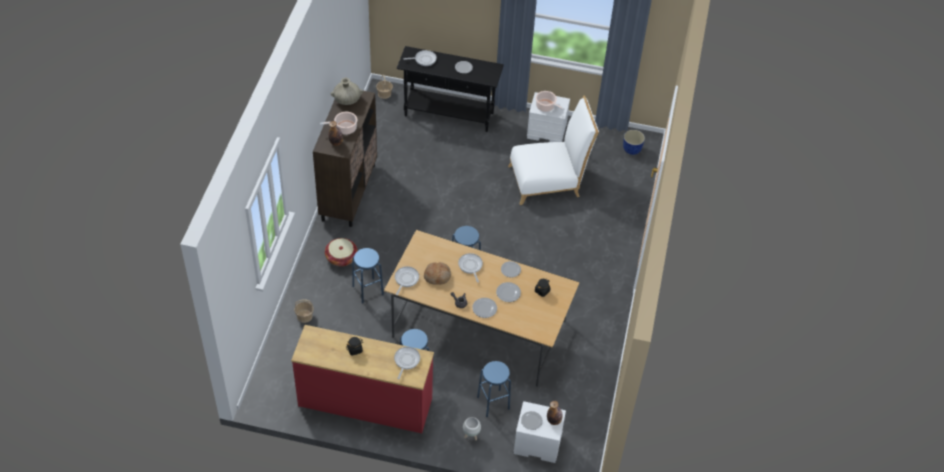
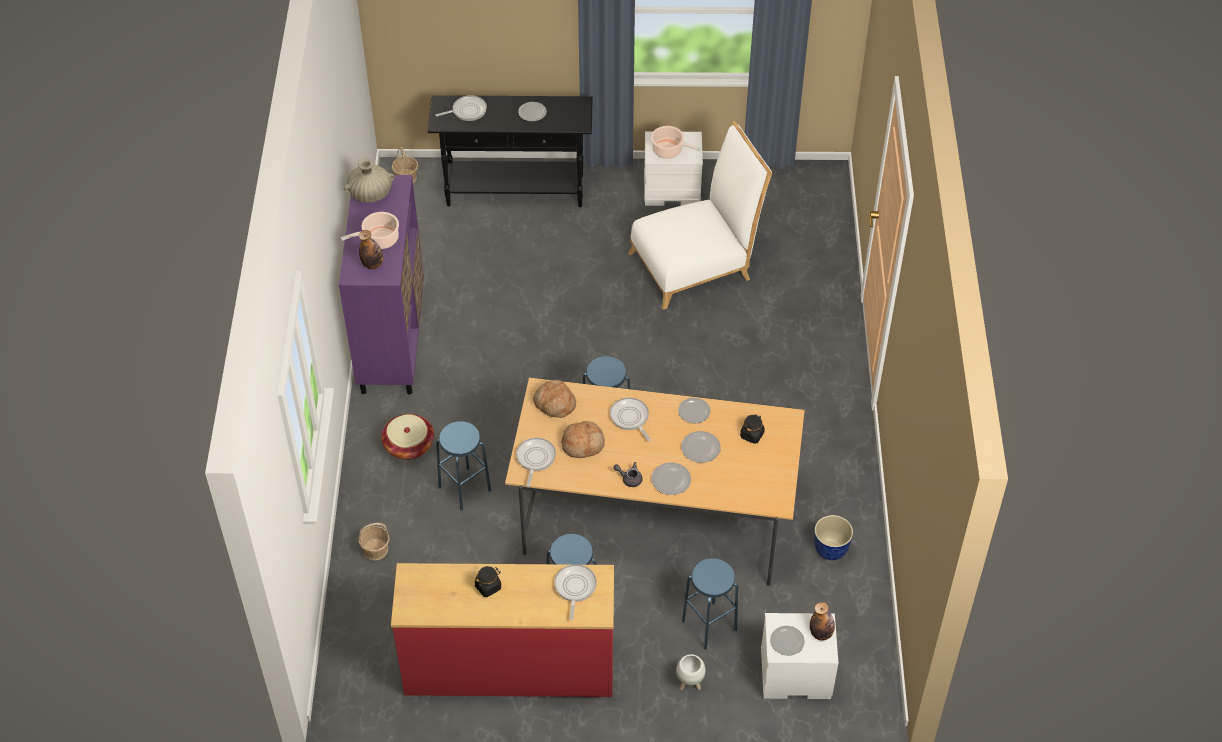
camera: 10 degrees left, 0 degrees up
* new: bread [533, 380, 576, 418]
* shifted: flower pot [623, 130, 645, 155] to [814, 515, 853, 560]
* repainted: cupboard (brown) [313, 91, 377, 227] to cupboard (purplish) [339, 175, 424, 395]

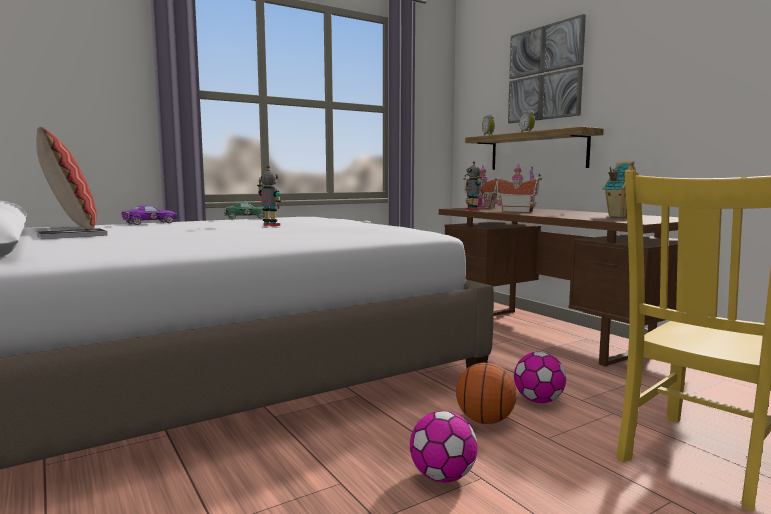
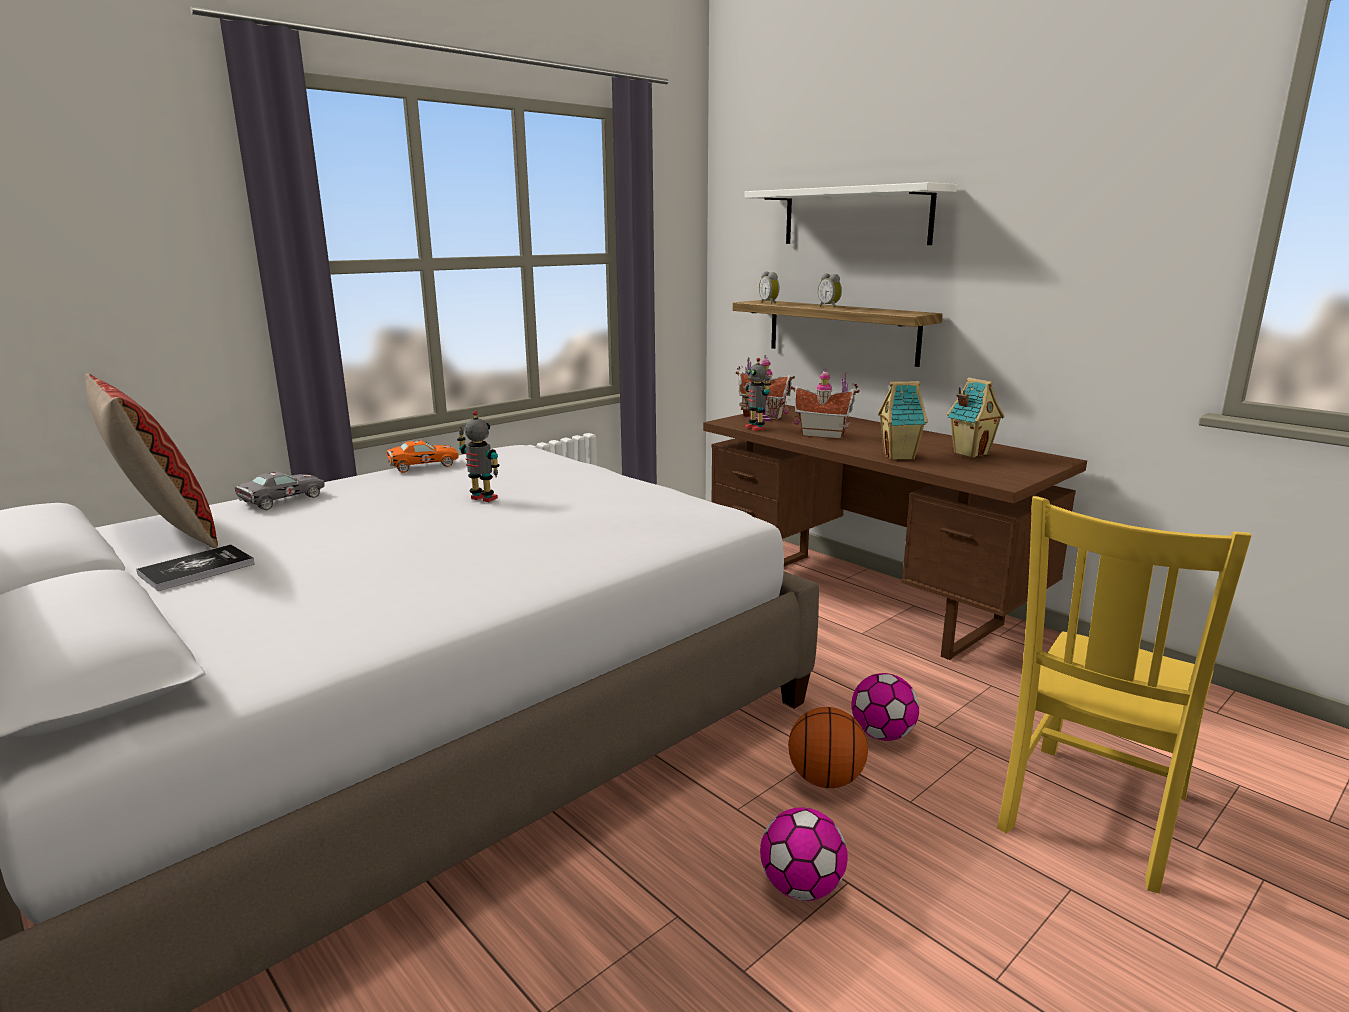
camera: 10 degrees left, 10 degrees up
* new: miniature house [878, 381, 928, 460]
* swapped: picture [508, 14, 586, 123] to bracket shelf (white-coloured) [744, 182, 957, 245]
* repainted: miniature car (purplish) [122, 205, 177, 225] to miniature car (greyish) [235, 472, 325, 510]
* repainted: miniature car (greenish) [225, 202, 264, 219] to miniature car (orange-coloured) [386, 440, 459, 473]

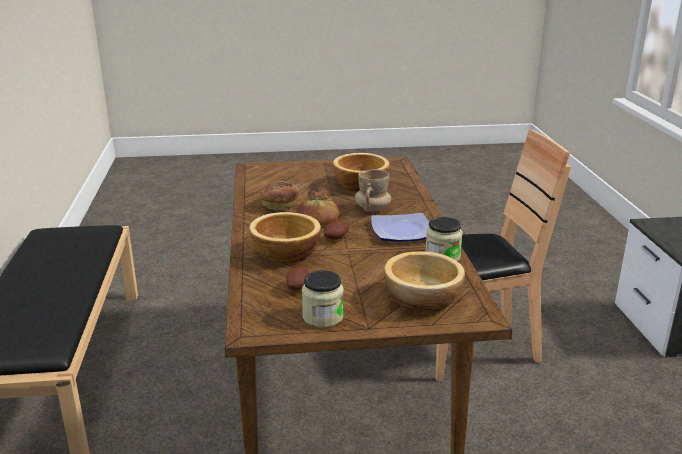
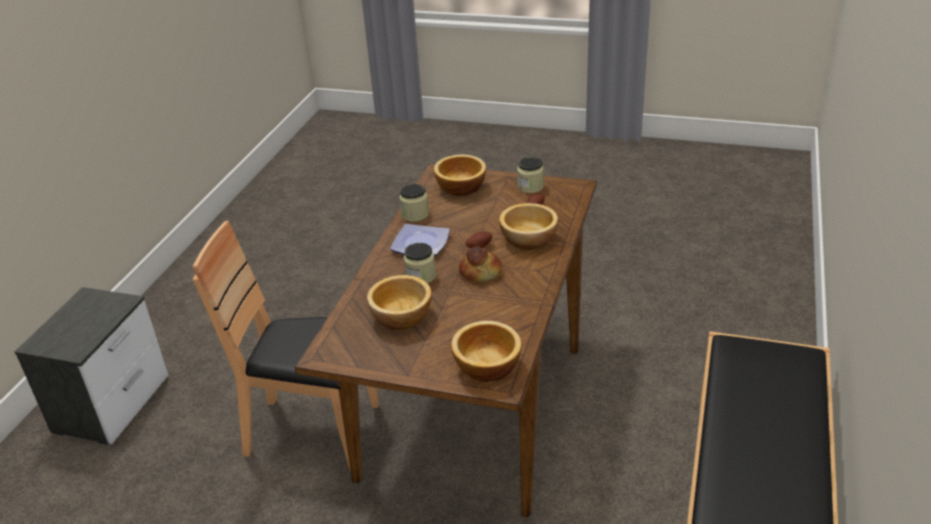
camera: 155 degrees left, 10 degrees up
* gone: bread [260, 181, 298, 211]
* new: bowl [451, 321, 521, 382]
* swapped: mug (beige) [355, 169, 391, 213] to jar [404, 243, 436, 283]

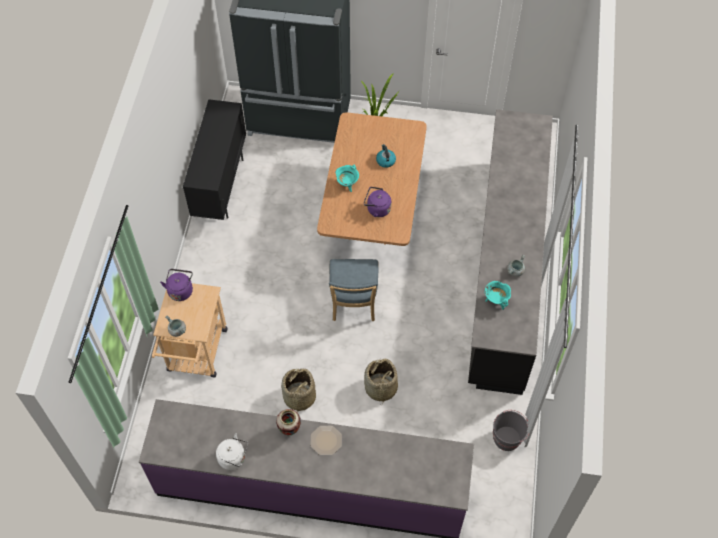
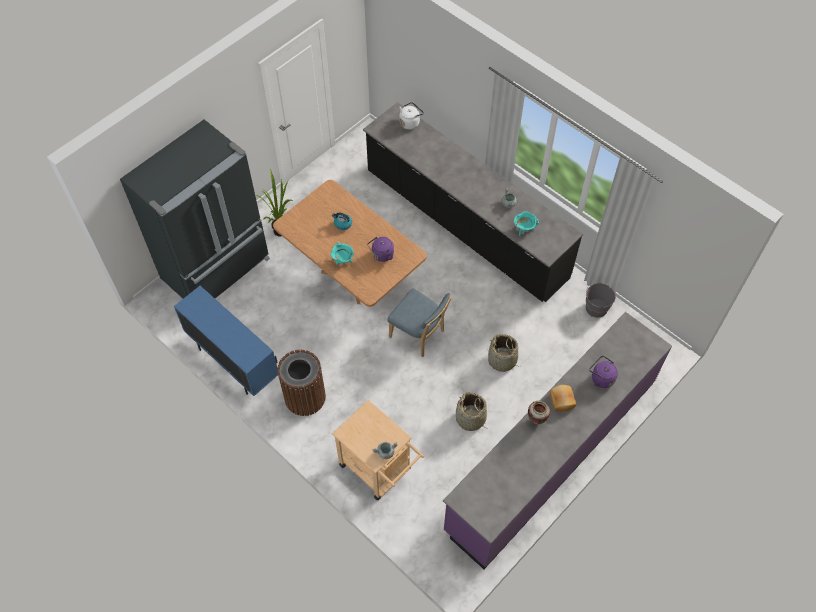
camera: 55 degrees left, 0 degrees up
* new: rubbish bin (brown) [277, 350, 326, 416]
* shifted: tea kettle (purplish) [160, 269, 193, 301] to [589, 356, 618, 388]
* shifted: tea kettle (white-coloured) [216, 433, 248, 470] to [399, 102, 424, 130]
* swapped: dinner plate [311, 426, 342, 455] to bread [550, 385, 576, 412]
* repainted: cupboard (black) [183, 99, 246, 220] to cupboard (bluish) [174, 286, 278, 396]

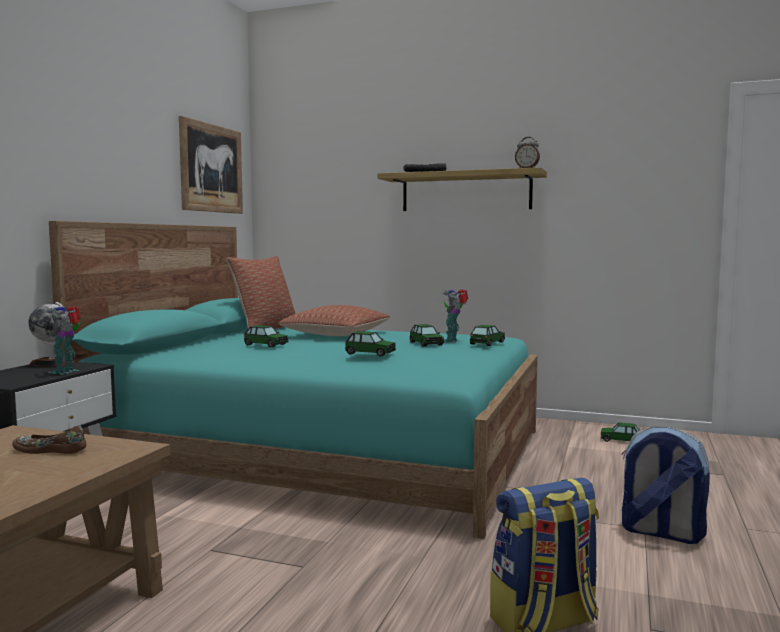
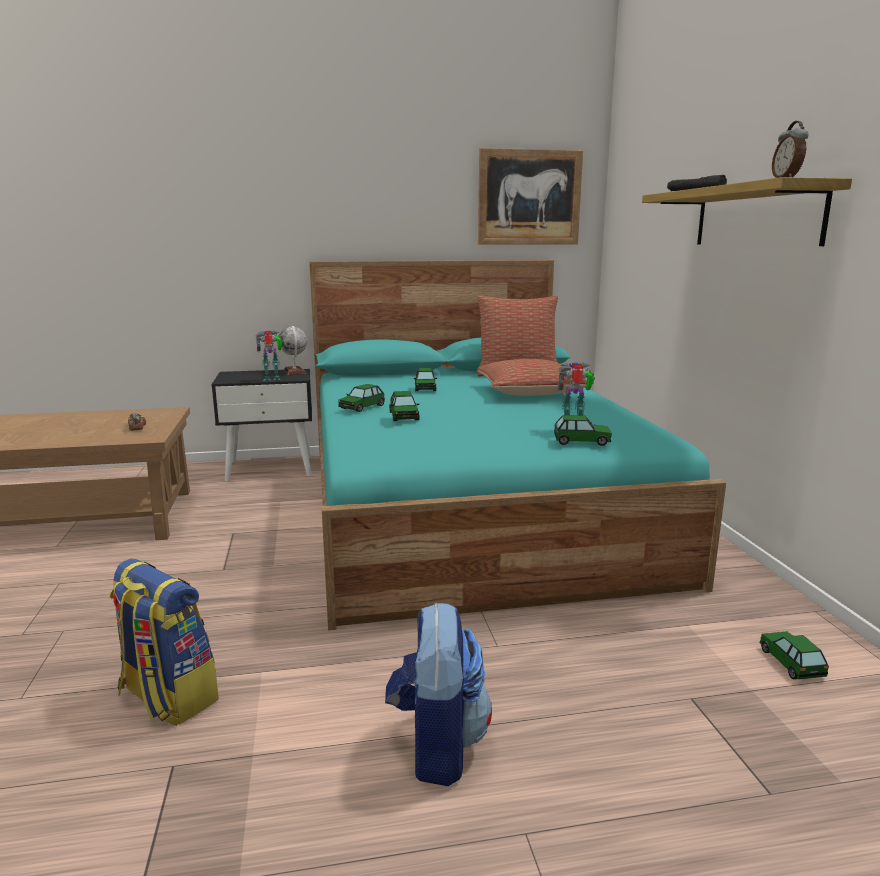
camera: 60 degrees right, 10 degrees up
* shifted: miniature car [410, 324, 444, 346] to [338, 384, 385, 412]

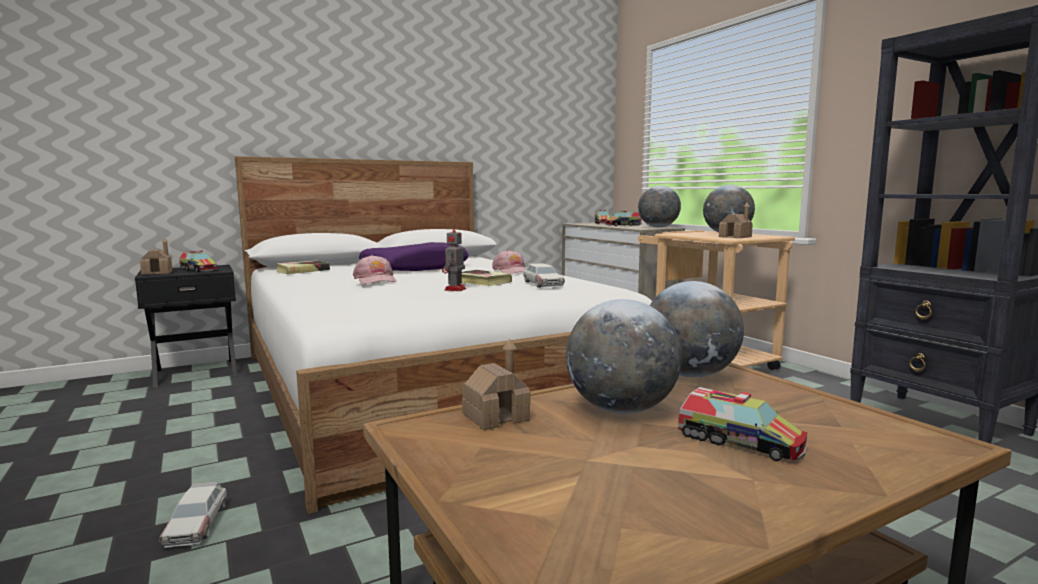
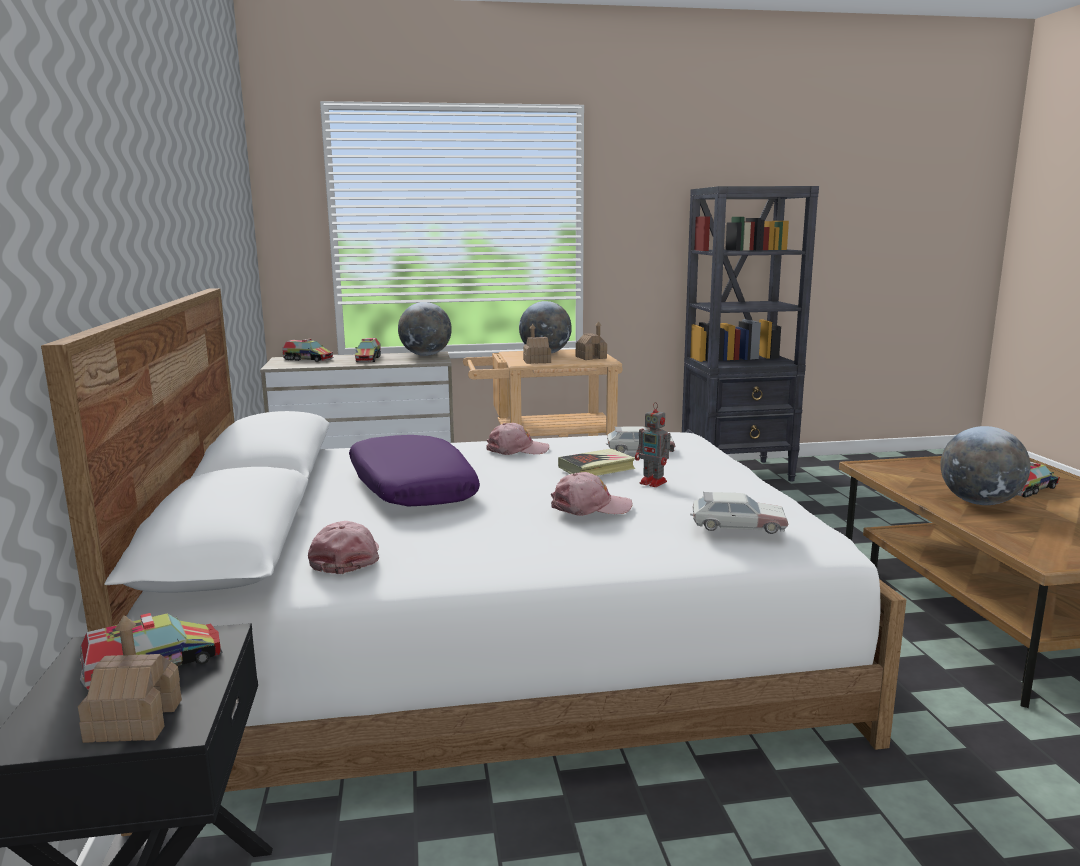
camera: 70 degrees left, 5 degrees up
* gone: globe [650, 281, 744, 377]
* shifted: miniature car [159, 482, 227, 548] to [690, 491, 788, 534]
* shifted: miniature house [462, 339, 531, 430] to [523, 324, 551, 364]
* swapped: volume [276, 261, 330, 274] to cap (pink) [308, 521, 379, 574]

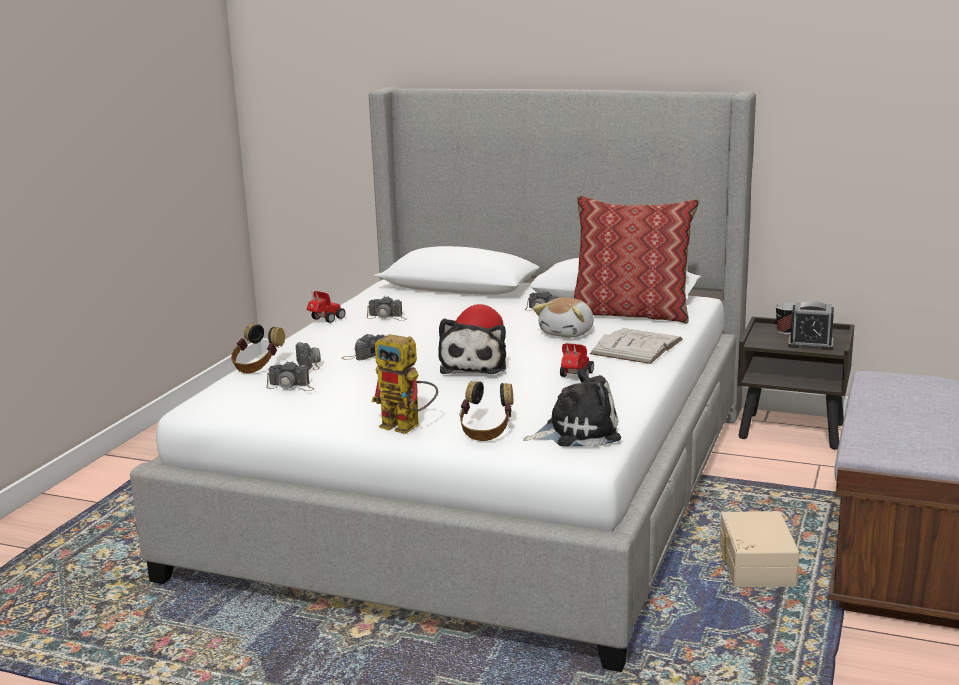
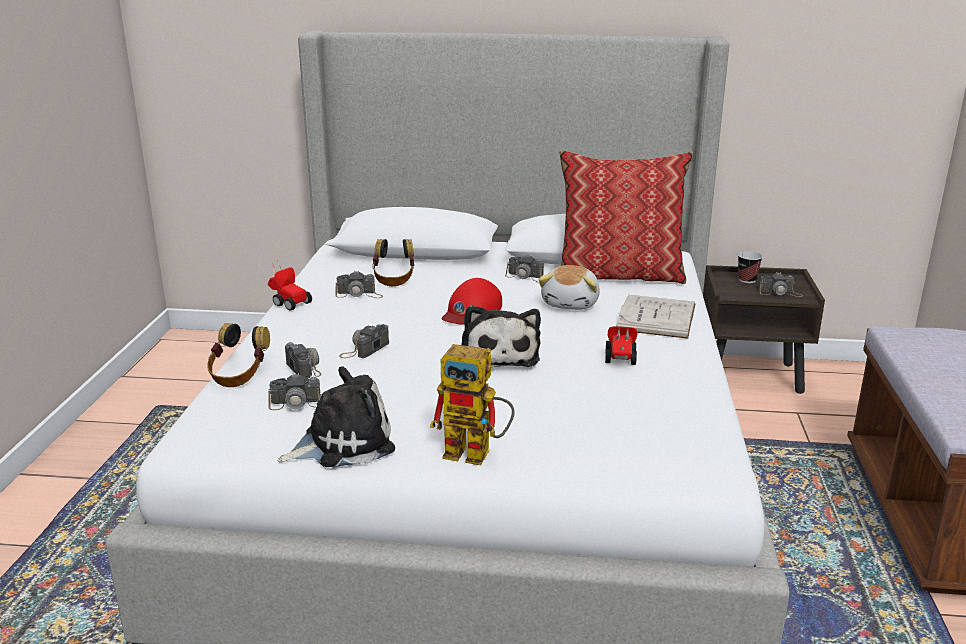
camera: 15 degrees left, 5 degrees up
* gone: storage box (beige) [720, 511, 799, 587]
* shifted: pair of headphones [459, 381, 513, 441] to [372, 239, 414, 287]
* shifted: soft toy [523, 369, 621, 447] to [278, 366, 395, 467]
* swapped: bedside clock [788, 301, 834, 350] to photo camera [759, 272, 803, 297]
* rotated: miniature car [307, 291, 346, 323] = [268, 263, 312, 311] 105 degrees clockwise

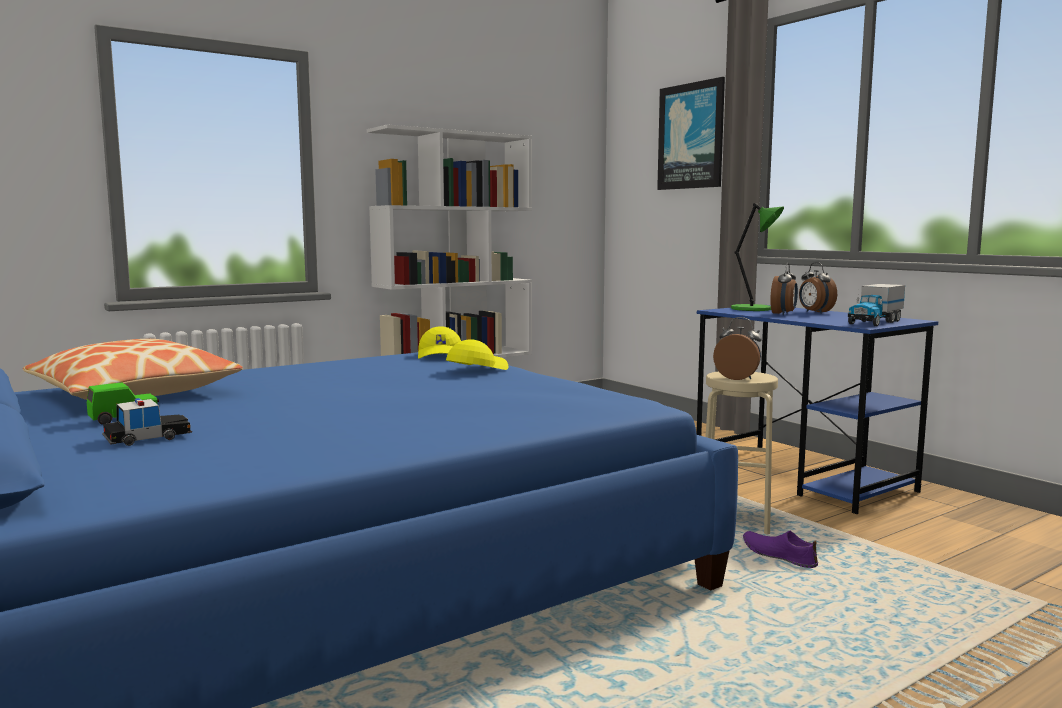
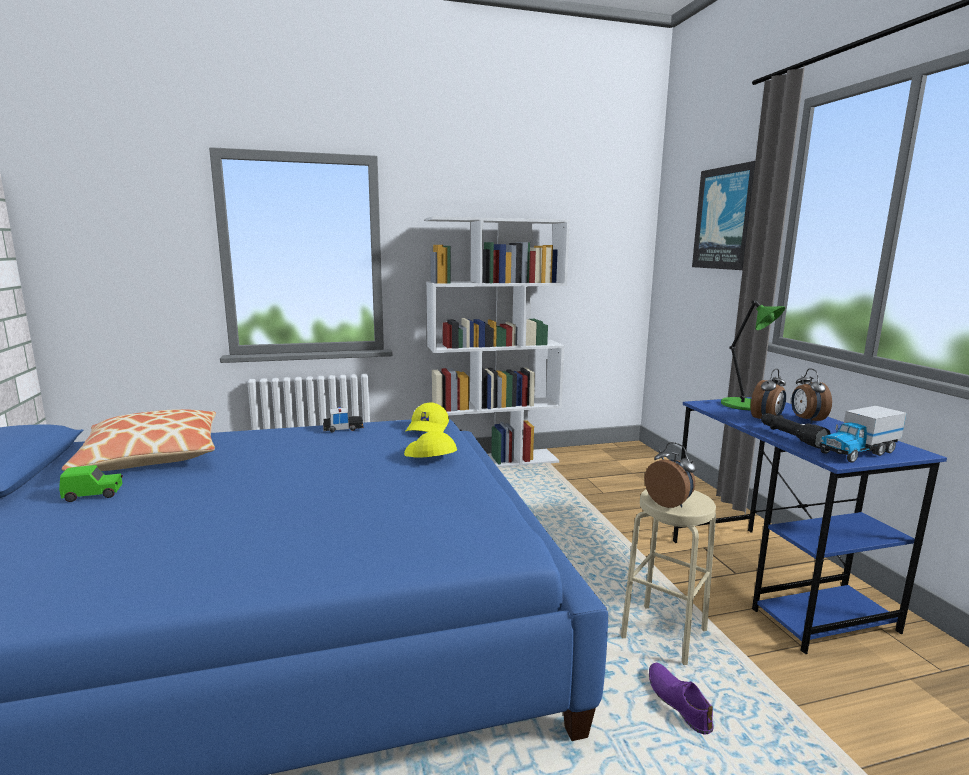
camera: 20 degrees right, 5 degrees up
* new: flashlight (black) [761, 413, 831, 449]
* shifted: miniature car [102, 398, 192, 446] to [323, 407, 364, 433]
* rotated: cap (yellowish) [446, 339, 508, 370] = [404, 431, 457, 458] 90 degrees counterclockwise

